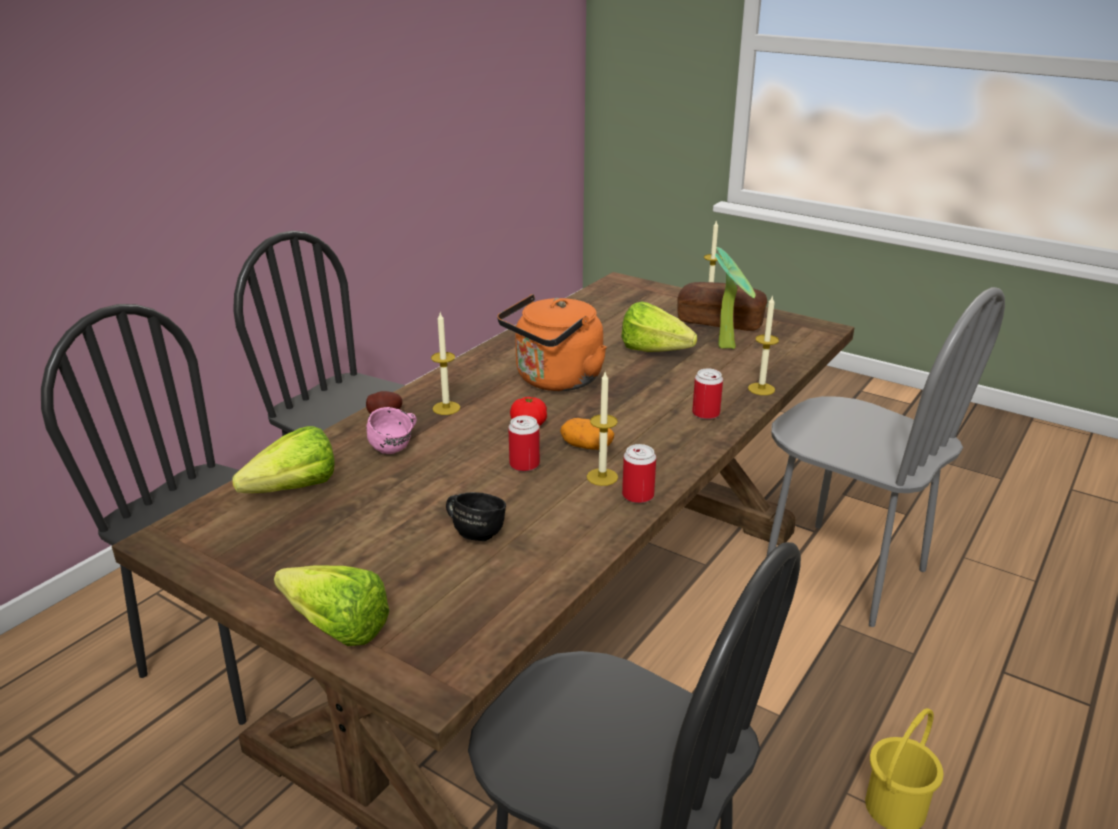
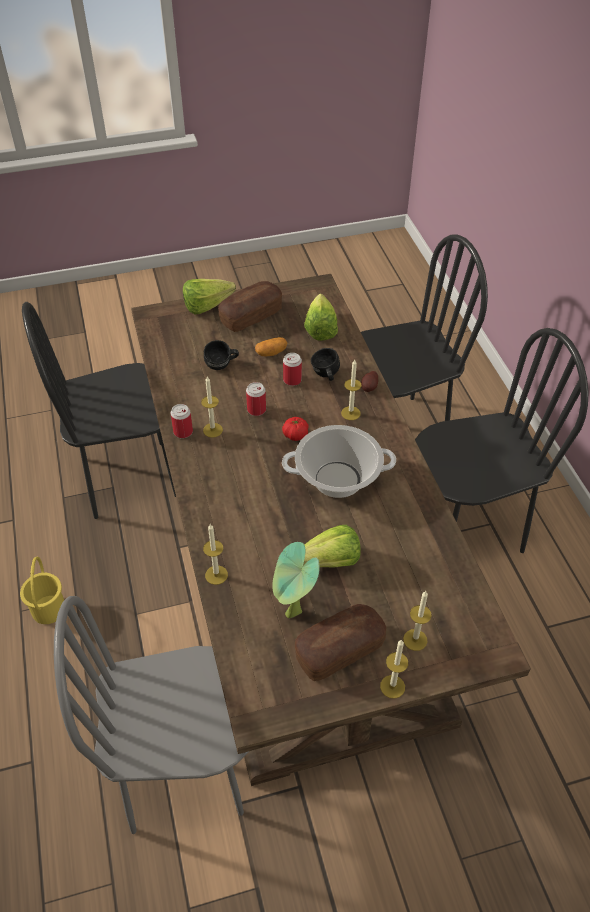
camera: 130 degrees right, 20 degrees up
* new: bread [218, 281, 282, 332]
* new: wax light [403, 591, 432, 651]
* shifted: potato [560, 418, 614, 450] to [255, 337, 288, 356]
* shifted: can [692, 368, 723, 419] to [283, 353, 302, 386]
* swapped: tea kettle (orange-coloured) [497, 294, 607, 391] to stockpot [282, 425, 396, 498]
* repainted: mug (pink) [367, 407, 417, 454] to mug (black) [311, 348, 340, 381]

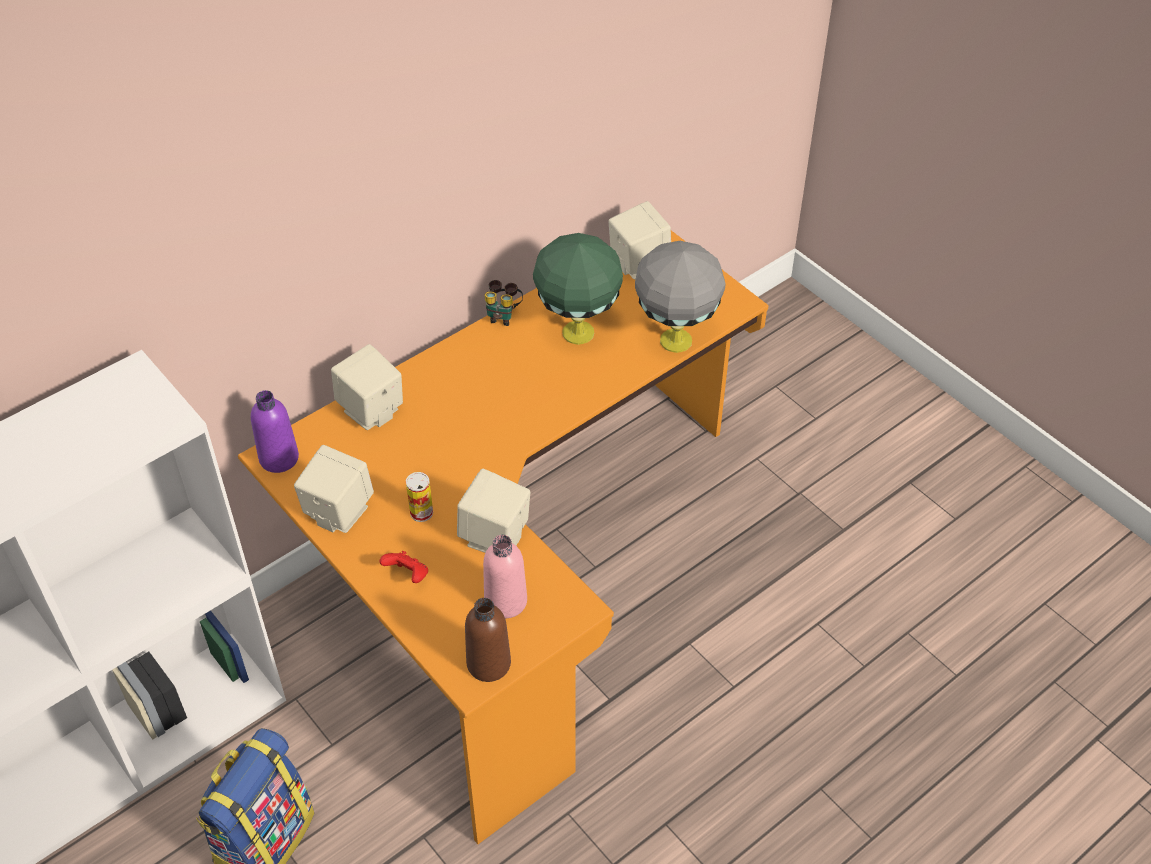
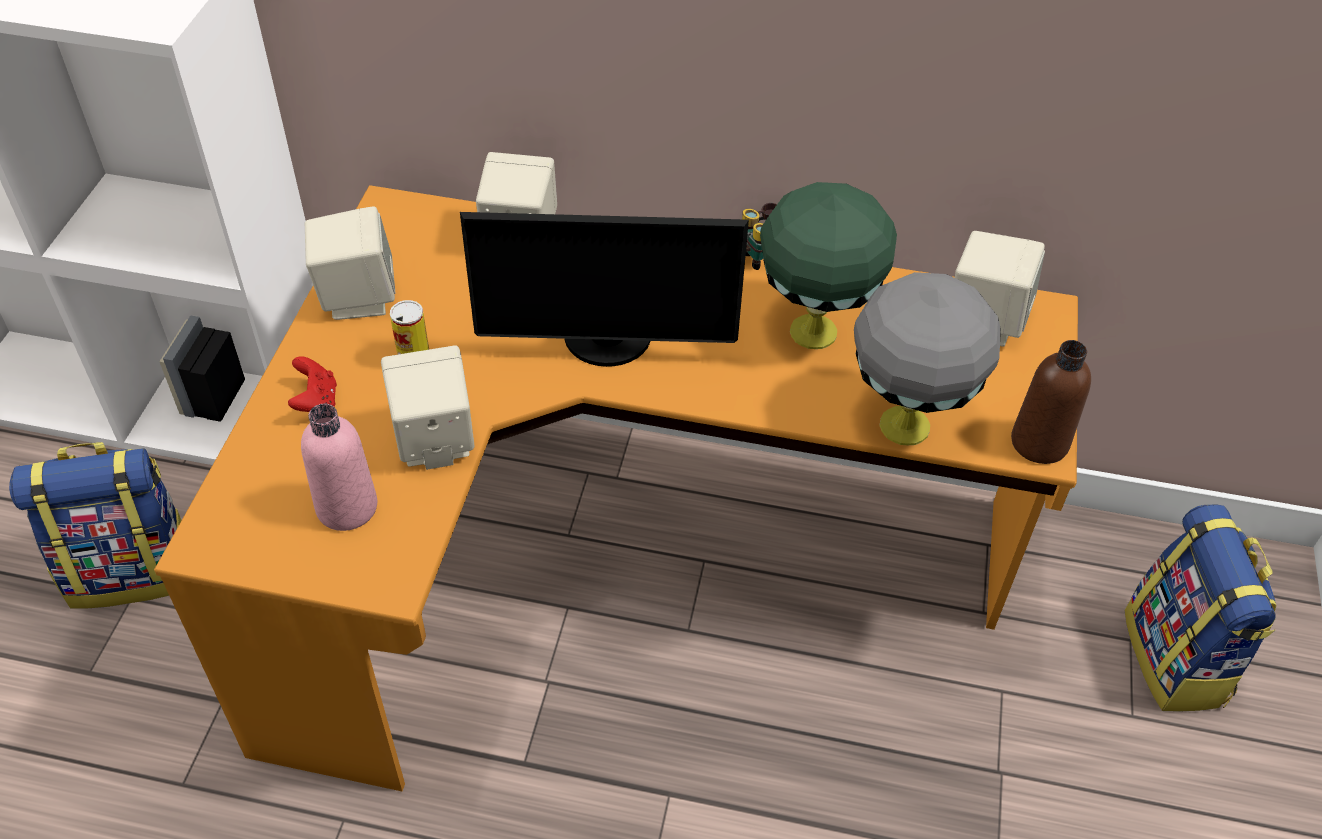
camera: 50 degrees right, 0 degrees up
* gone: beverage bottle (purplish) [251, 390, 299, 473]
* new: computer display [460, 212, 749, 367]
* new: knapsack [1125, 504, 1276, 712]
* shifted: beverage bottle (brown) [465, 598, 511, 682] to [1011, 340, 1091, 464]

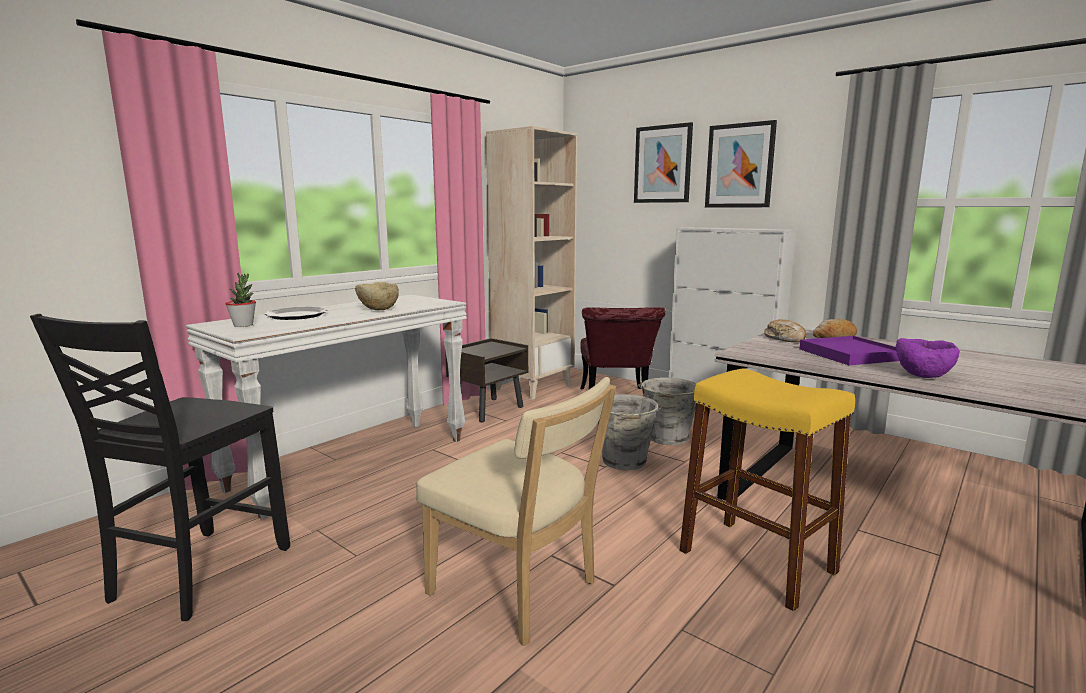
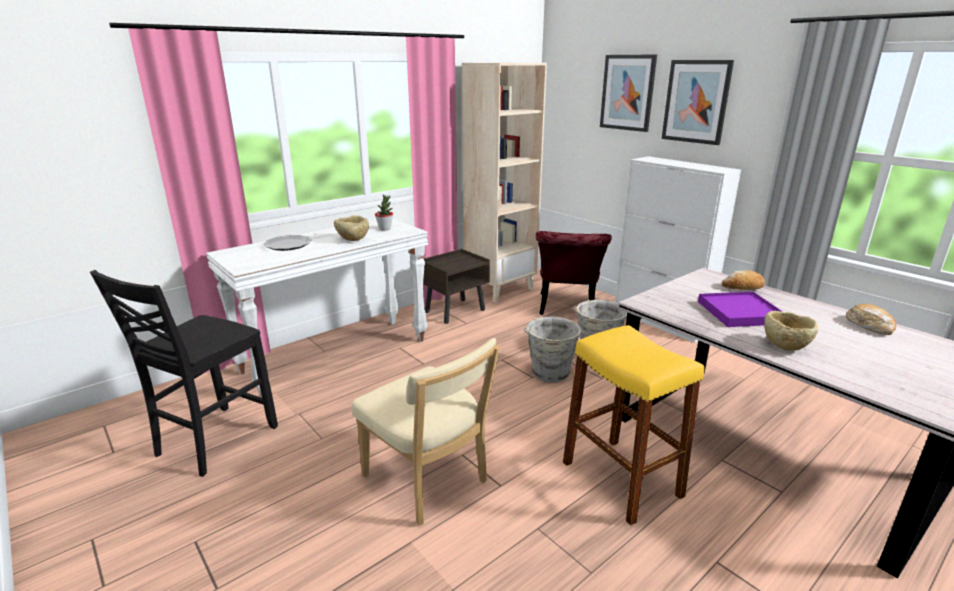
camera: 10 degrees right, 10 degrees up
* shifted: potted plant [225, 273, 256, 327] to [375, 194, 393, 231]
* shifted: bread [764, 319, 806, 342] to [846, 304, 896, 335]
* repainted: bowl (purplish) [896, 338, 960, 378] to bowl (beige) [764, 311, 818, 351]

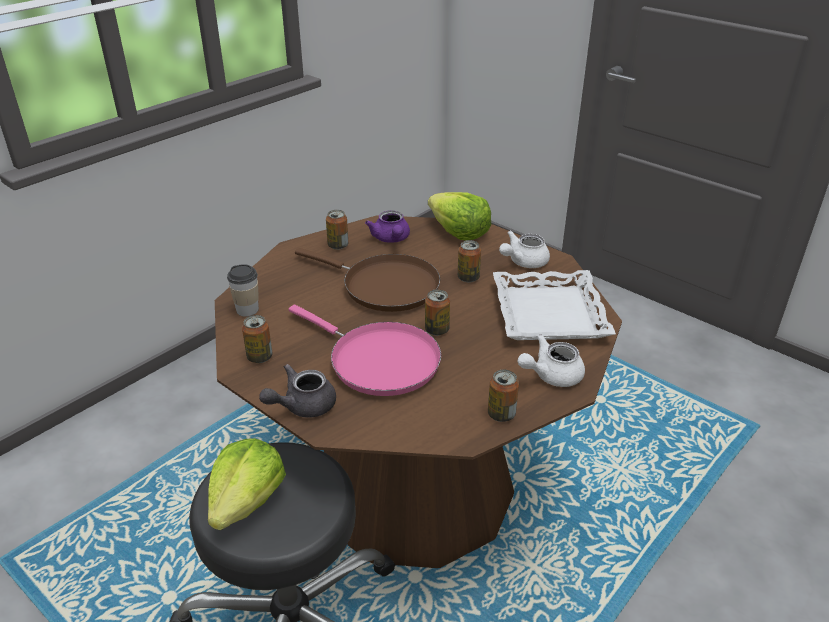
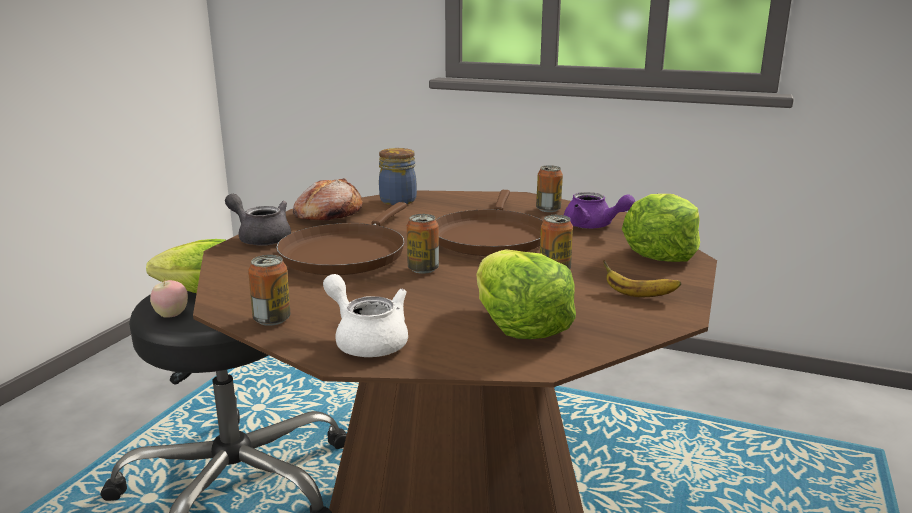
camera: 70 degrees right, 15 degrees down
* new: apple [150, 280, 188, 318]
* swapped: small cup [227, 264, 259, 317] to jar [379, 148, 417, 205]
* swapped: can [242, 315, 272, 363] to bread [293, 178, 362, 221]
* swapped: serving tray (white-coloured) [493, 270, 616, 340] to lettuce head [476, 249, 576, 339]
* swapped: pot for tea (white-coloured) [499, 231, 550, 268] to banana fruit [603, 260, 681, 297]
* repainted: pan (pink) [289, 305, 441, 396] to pan (brown) [276, 202, 407, 275]
* rotated: pot for tea (purplish) [365, 210, 410, 243] = [564, 192, 635, 229] 105 degrees counterclockwise

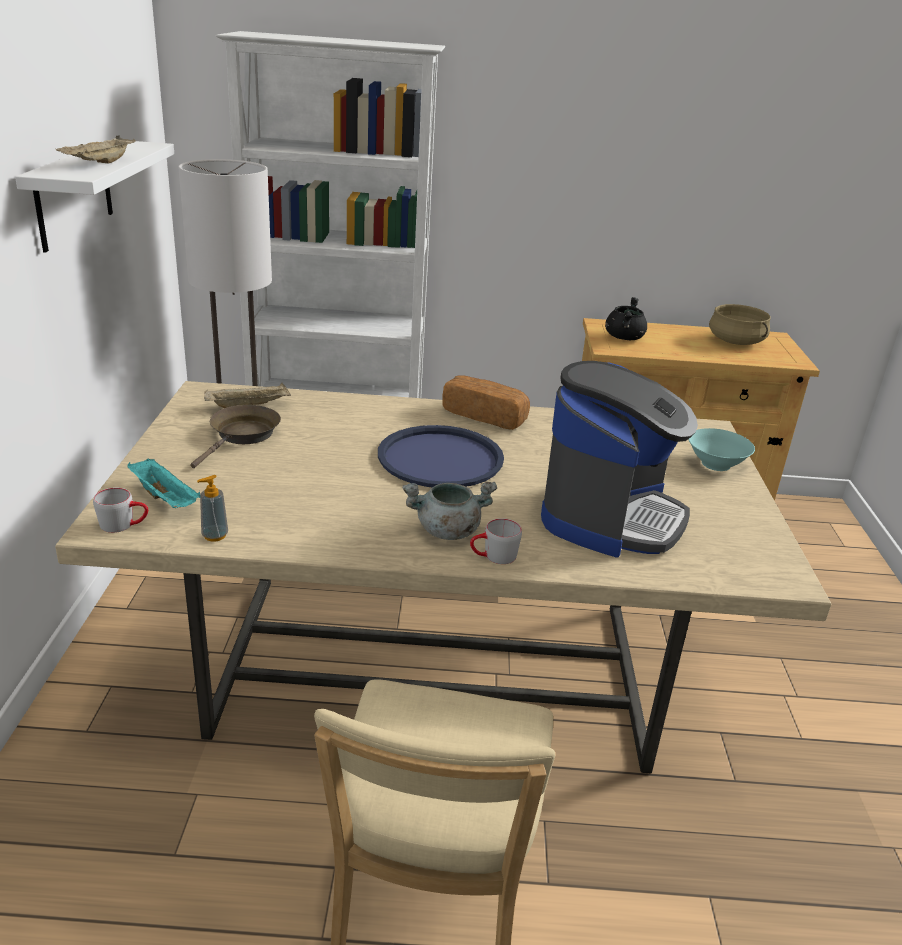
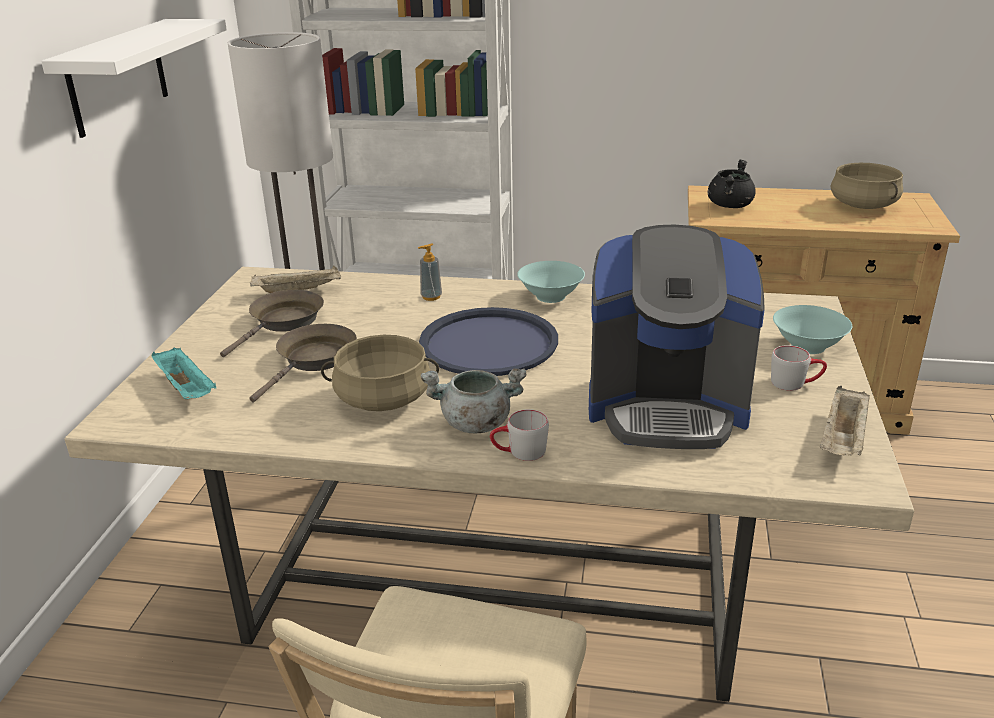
camera: 10 degrees right, 0 degrees up
* new: pan (brown) [249, 324, 357, 402]
* new: stockpot (beige) [321, 335, 439, 411]
* shifted: serving tray (beige) [56, 135, 136, 164] to [820, 386, 870, 456]
* shifted: mug (greyish) [93, 487, 148, 533] to [771, 345, 827, 391]
* shifted: soap dispenser [197, 475, 228, 542] to [418, 243, 442, 301]
* swapped: bread [442, 375, 530, 430] to bowl (turquoise) [517, 261, 585, 303]
* rotated: coffee brewer [541, 361, 698, 557] = [589, 225, 765, 449] 60 degrees clockwise

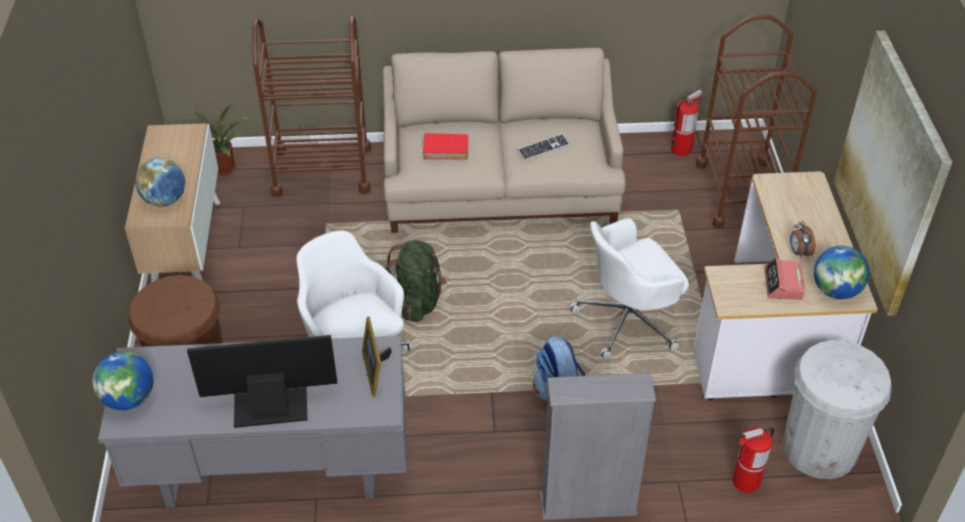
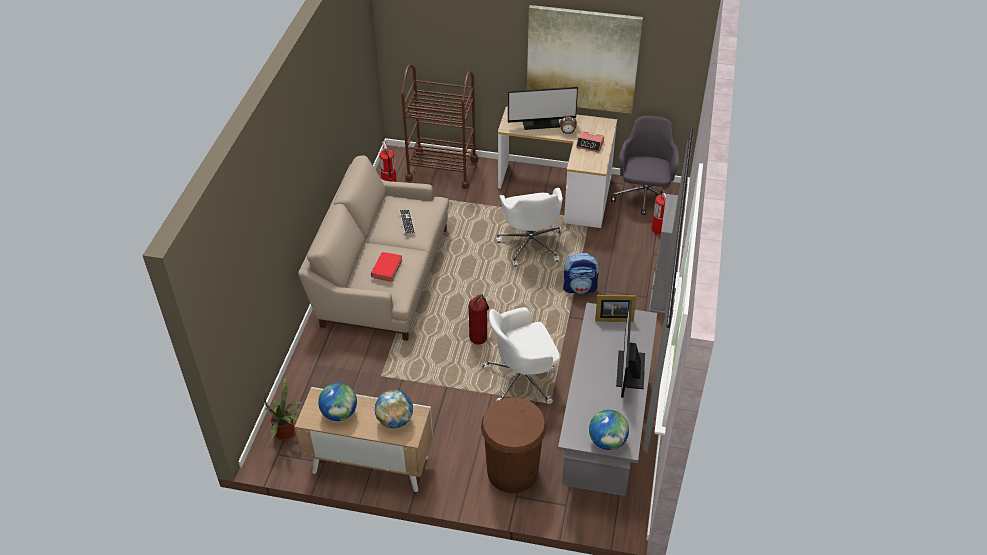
camera: 75 degrees left, 0 degrees up
* gone: trolley (brown) [252, 15, 371, 197]
* new: computer display [508, 87, 578, 130]
* shifted: globe [814, 246, 870, 299] to [318, 383, 357, 421]
* swapped: knapsack (greenish) [385, 240, 446, 322] to fire extinguisher [469, 294, 489, 345]
* swapped: rubbish bin (white-coloured) [782, 340, 892, 479] to computer chair (greyish) [611, 116, 679, 215]

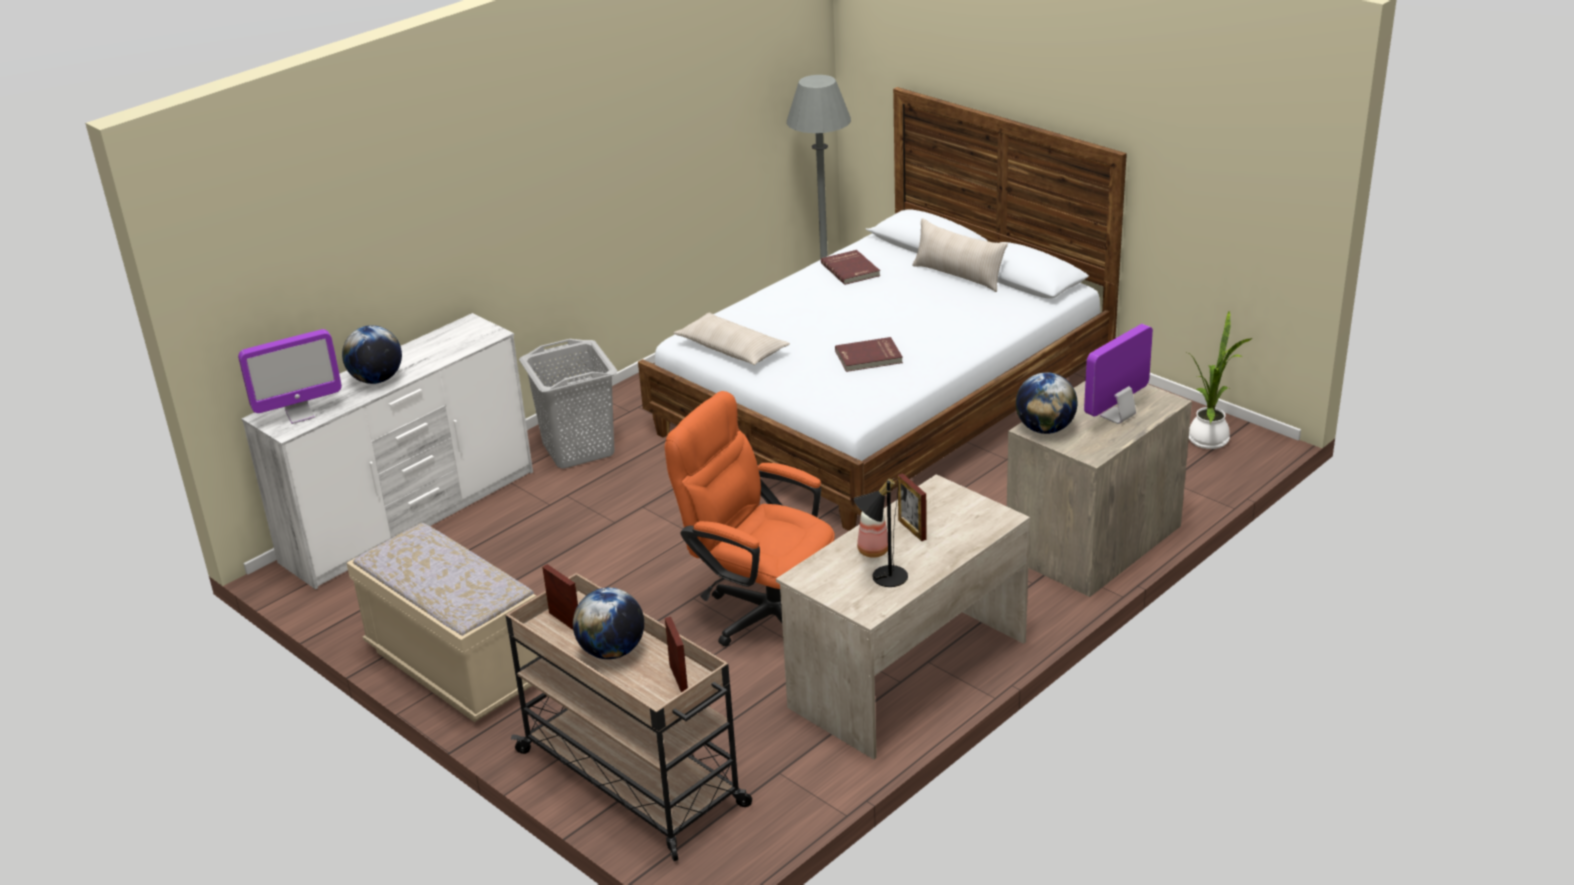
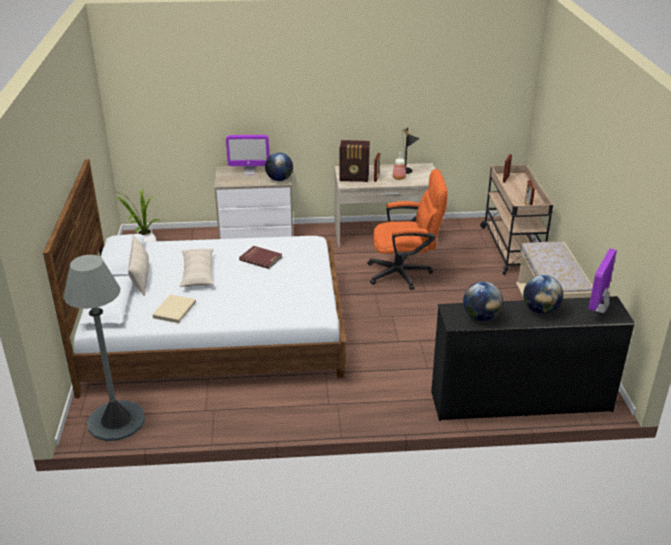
camera: 140 degrees left, 0 degrees up
* gone: laundry basket (greyish) [519, 339, 617, 469]
* new: radio receiver [340, 140, 370, 182]
* shifted: globe [573, 588, 644, 659] to [463, 282, 503, 321]
* shifted: pillow (beige) [674, 313, 790, 365] to [180, 249, 214, 287]
* repainted: chest of drawers (white-coloured) [242, 313, 533, 589] to chest of drawers (black) [431, 296, 635, 421]
* repainted: volume (red) [821, 250, 880, 285] to volume (beige) [152, 294, 196, 323]
* rotated: computer display [238, 329, 342, 424] = [588, 248, 617, 313] 75 degrees counterclockwise
* rotated: computer chair (orange-coloured) [665, 391, 835, 647] = [367, 169, 448, 290] 75 degrees counterclockwise

